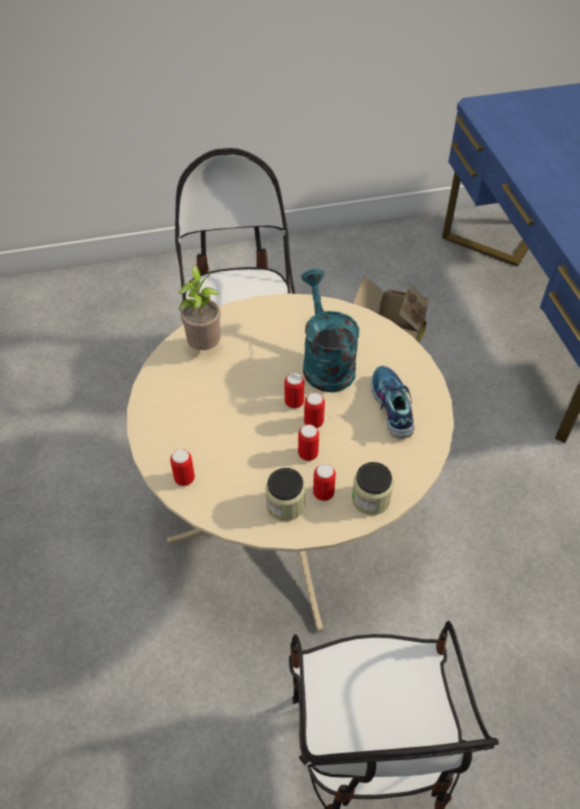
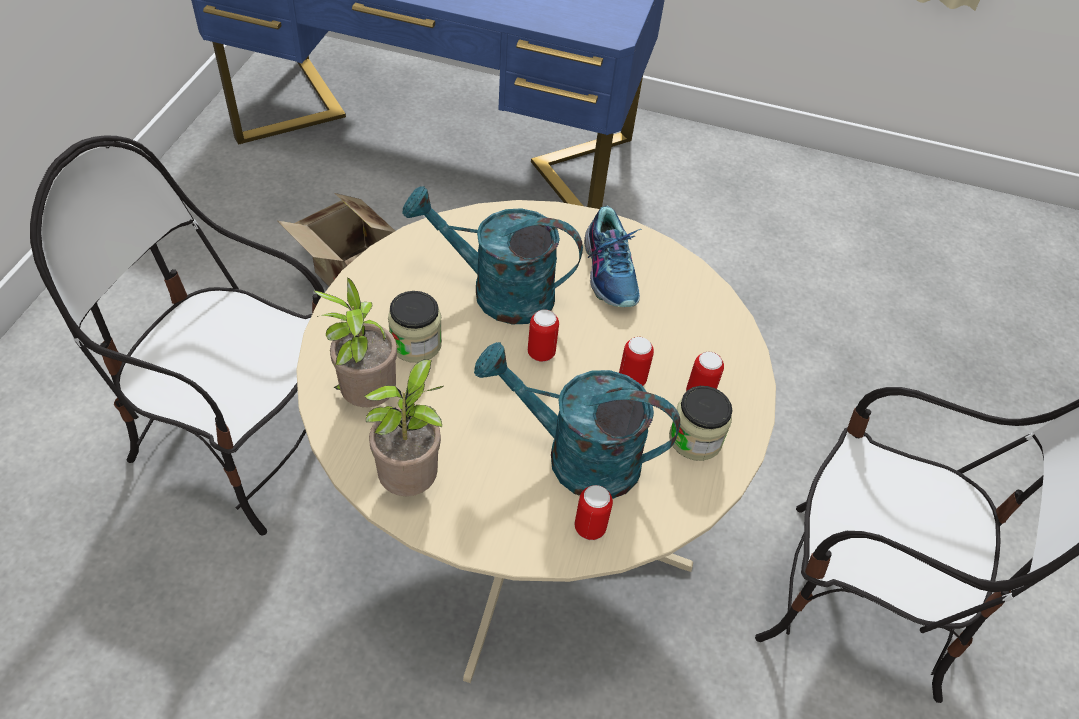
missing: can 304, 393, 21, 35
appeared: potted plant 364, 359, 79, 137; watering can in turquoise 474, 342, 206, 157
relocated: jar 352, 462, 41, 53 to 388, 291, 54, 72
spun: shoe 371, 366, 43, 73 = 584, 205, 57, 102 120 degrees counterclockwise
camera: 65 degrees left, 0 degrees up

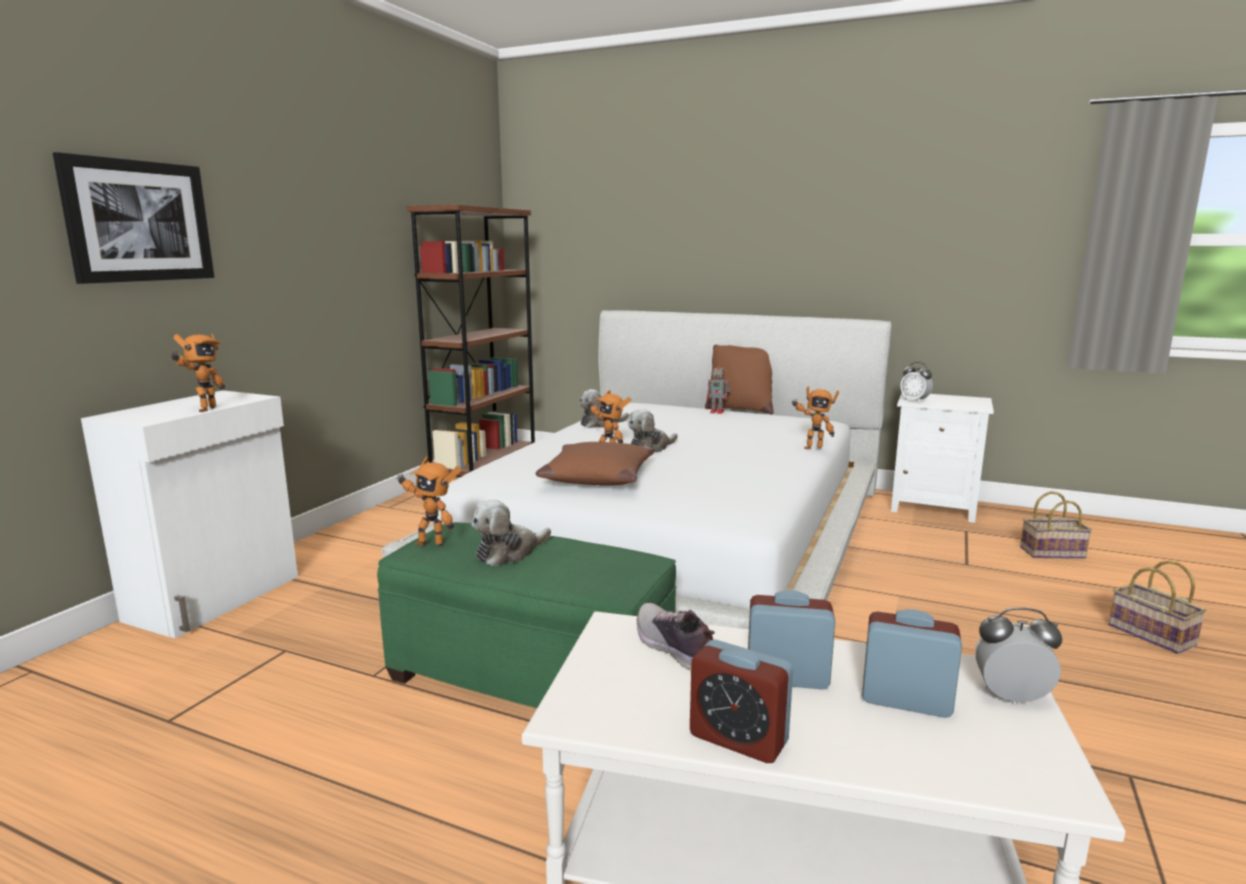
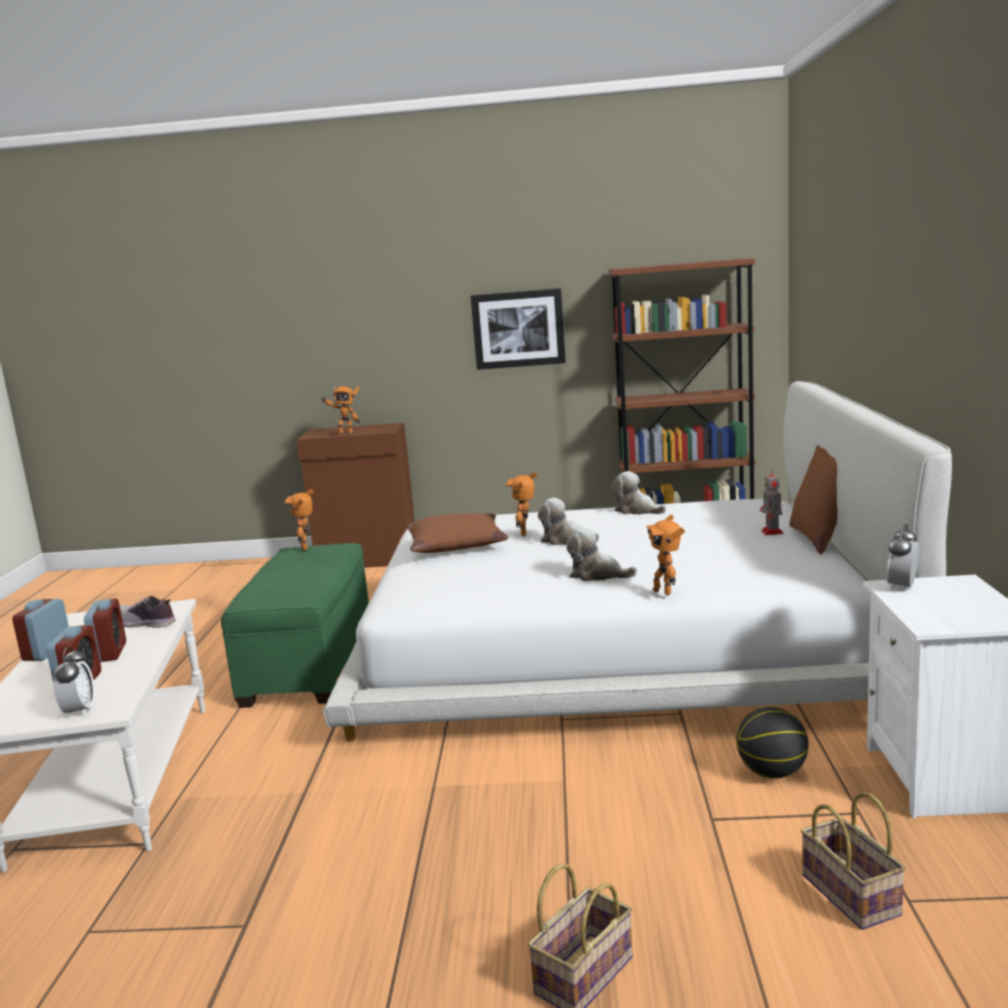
appeared: basketball 736, 707, 72, 71
relocated: picture 53, 152, 161, 132 to 471, 288, 95, 82; plush toy 472, 499, 79, 67 to 566, 527, 71, 54
colour: cabinet in white 81, 390, 217, 248 to cabinet in brown 296, 423, 119, 145
spun: shoe 637, 603, 78, 67 = 120, 596, 55, 32 105 degrees counterclockwise
camera: 70 degrees right, 0 degrees up

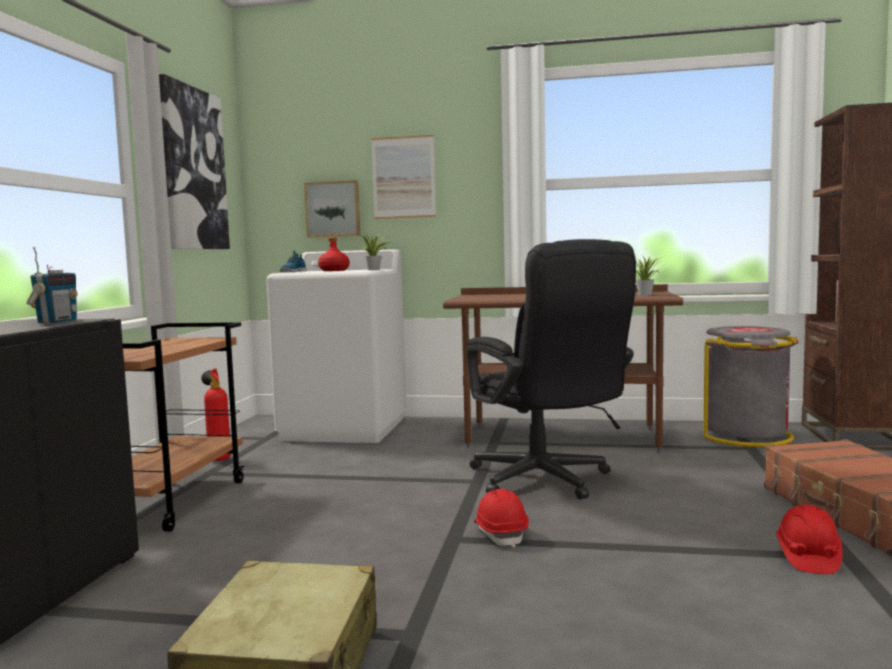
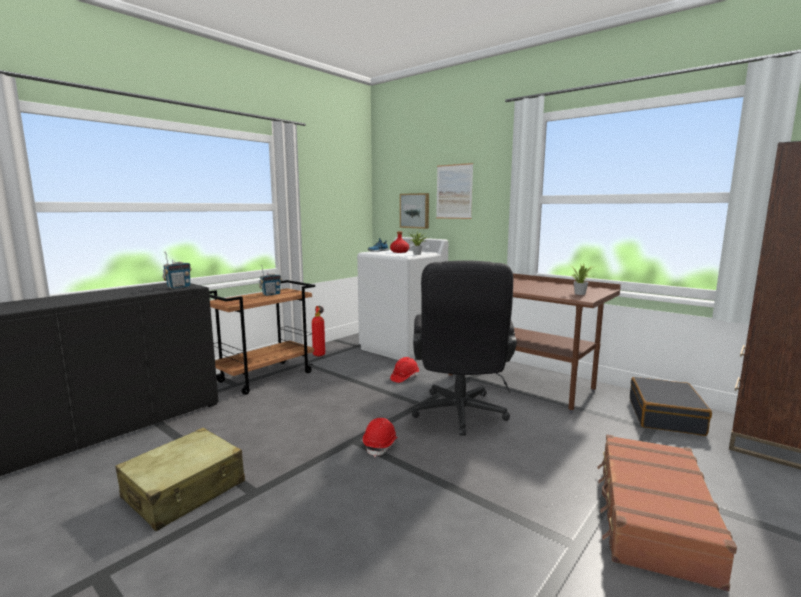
missing: picture 159, 74, 71, 175
appeared: radio 259, 265, 23, 31
relocated: hard hat in red 776, 505, 67, 69 to 390, 357, 29, 26
exchanged: trash can in grey 703, 326, 96, 121 to suitcase in black 630, 377, 82, 59
camera: 30 degrees right, 5 degrees up

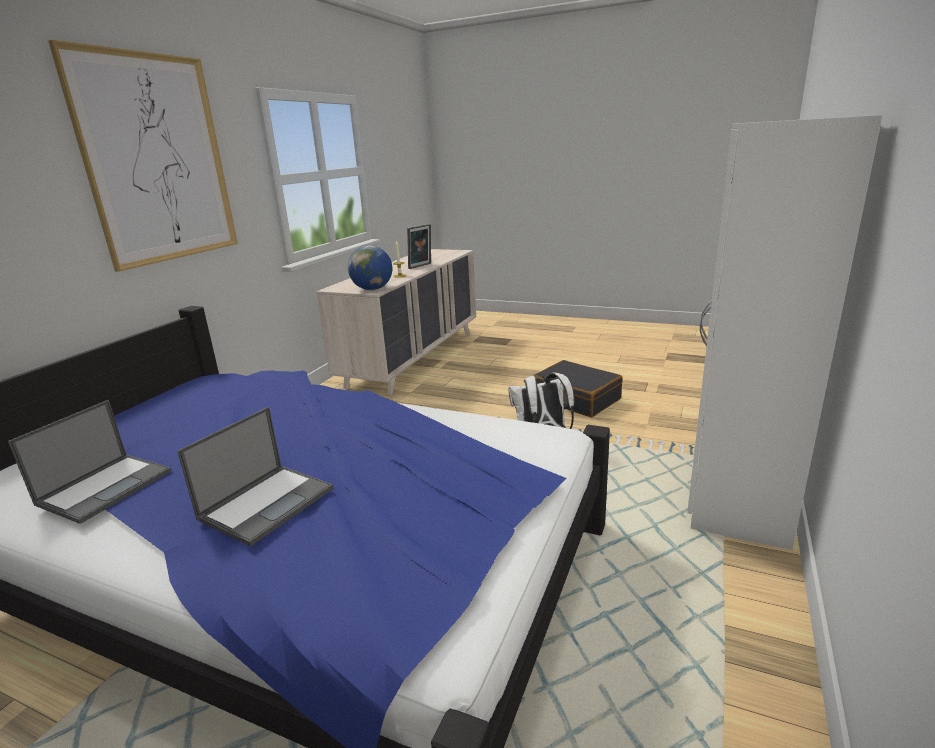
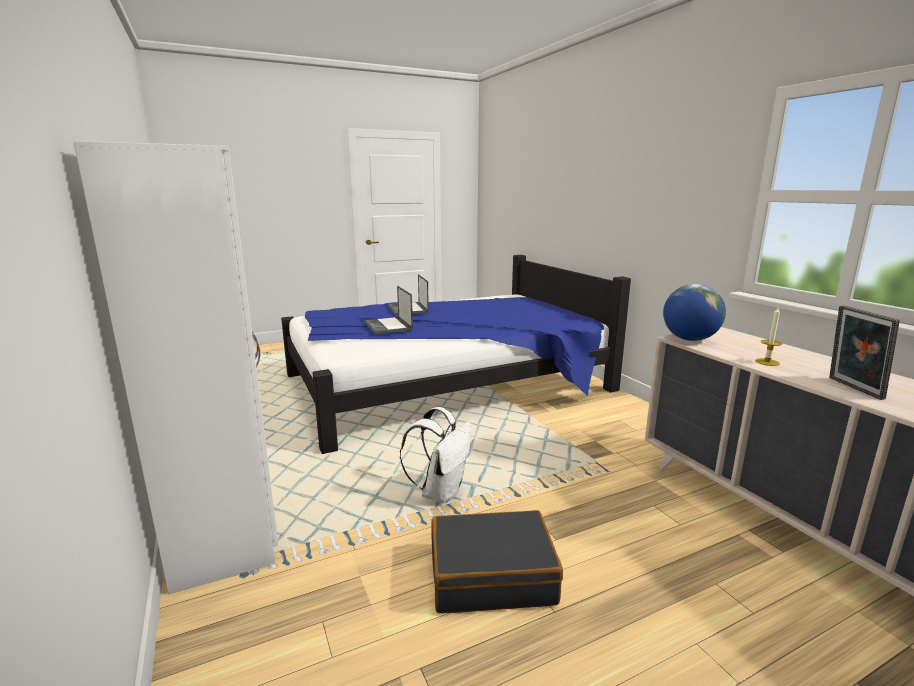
missing: picture 48, 40, 190, 232
relocated: laptop 8, 400, 164, 124 to 364, 286, 49, 48
camera: 130 degrees right, 5 degrees down

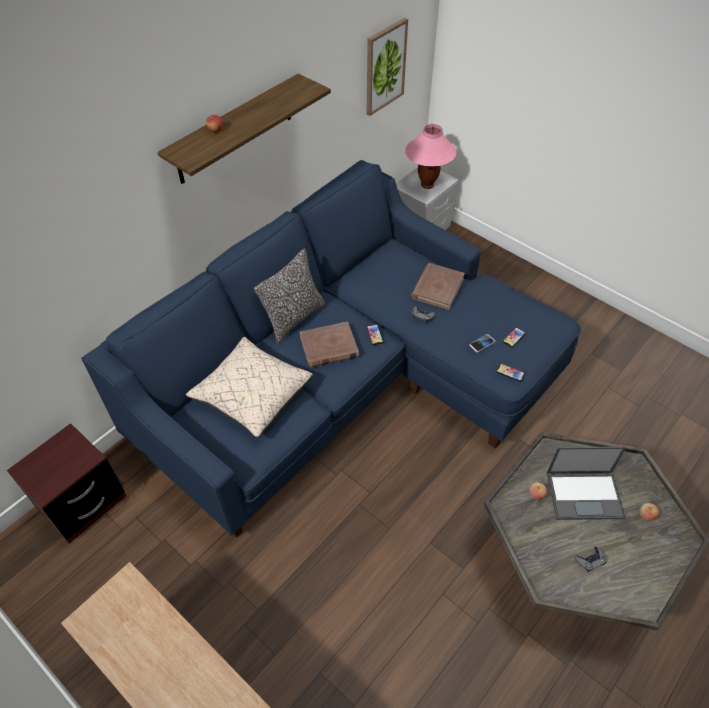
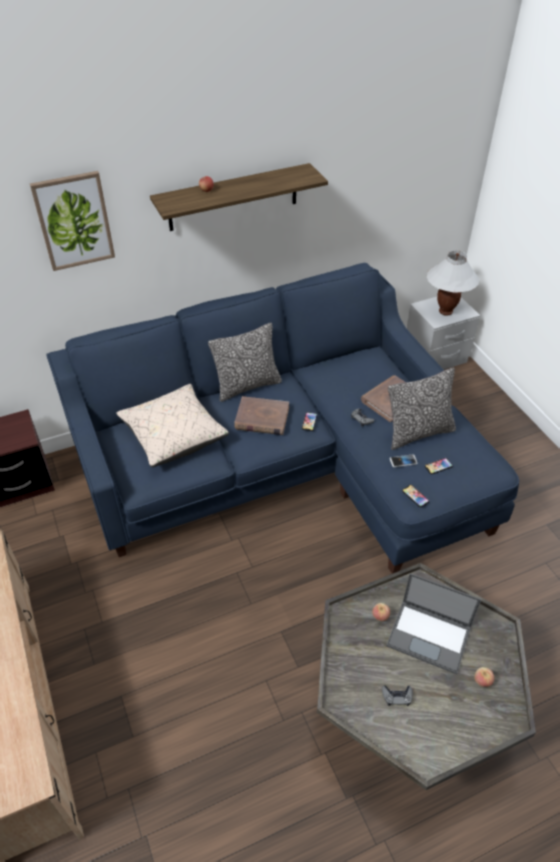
appeared: pillow 388, 368, 68, 82
relocated: picture 366, 18, 42, 98 to 30, 171, 85, 100
colour: table lamp in pink 405, 124, 51, 65 to table lamp in white 427, 250, 52, 66
camera: 25 degrees right, 5 degrees down

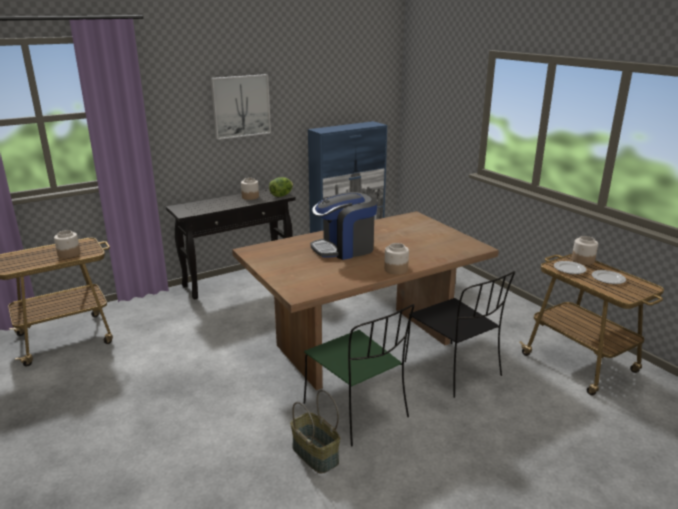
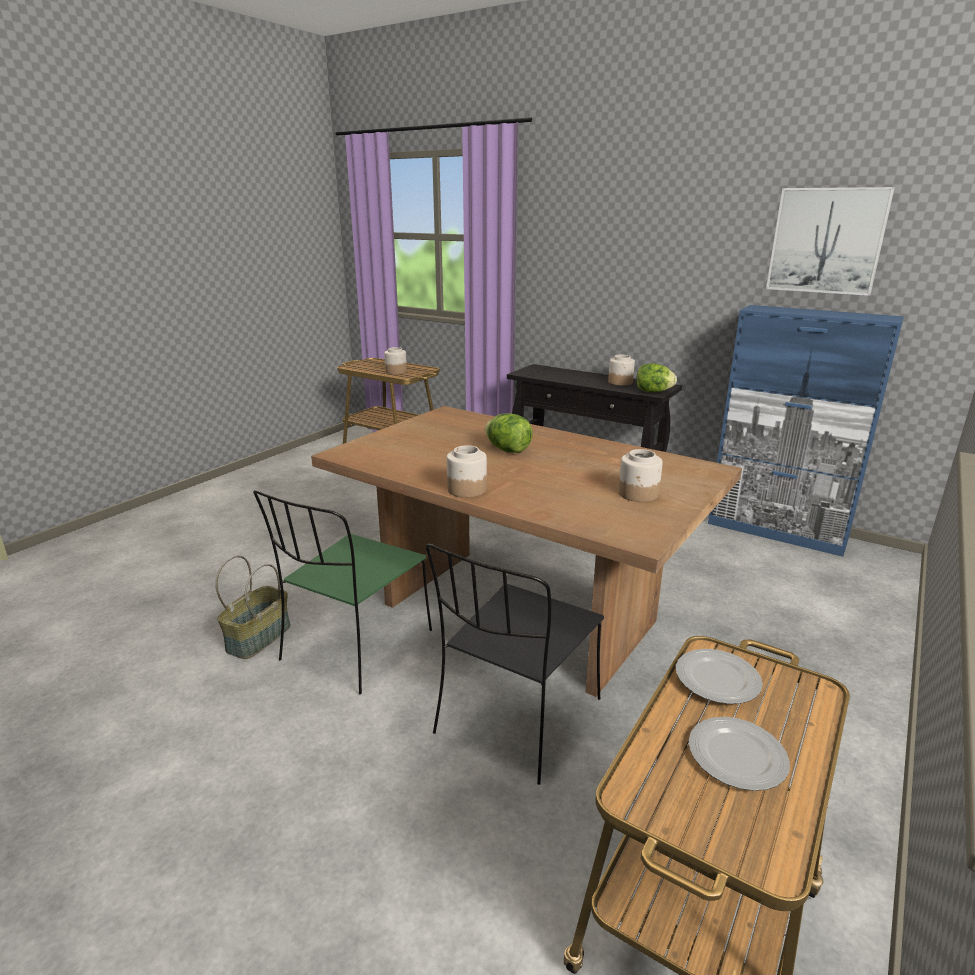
relocated: jar 572, 236, 26, 29 to 618, 449, 45, 53; picture 211, 74, 60, 66 to 766, 187, 129, 109
exchanged: coffee machine 310, 192, 67, 68 to lettuce 485, 413, 48, 40
camera: 65 degrees right, 0 degrees up

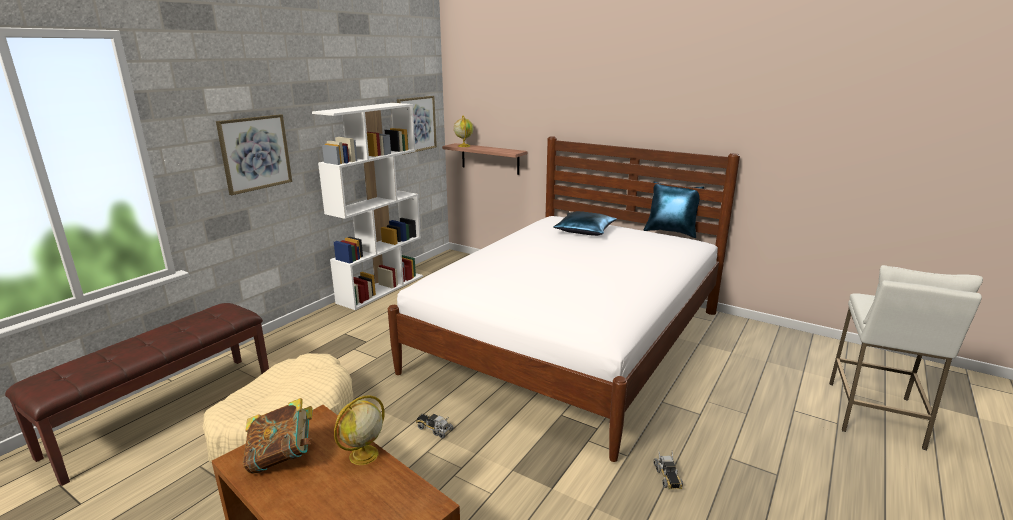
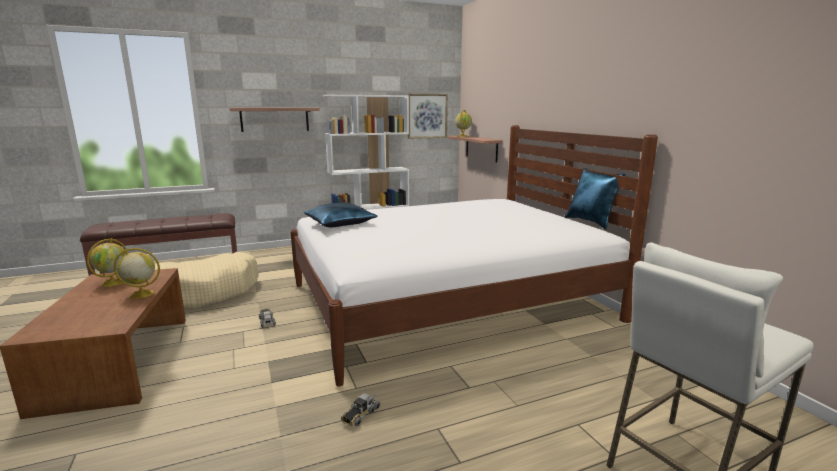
relocated: pillow in blue 553, 211, 64, 25 to 304, 202, 74, 25
exchanged: book 243, 398, 70, 76 to globe 87, 238, 39, 49; picture 216, 114, 76, 81 to shelf 229, 108, 91, 24
camera: 35 degrees right, 5 degrees down

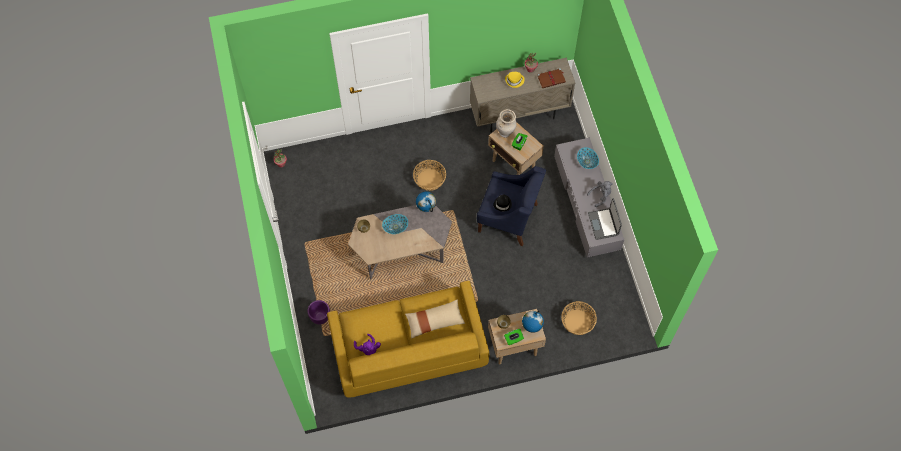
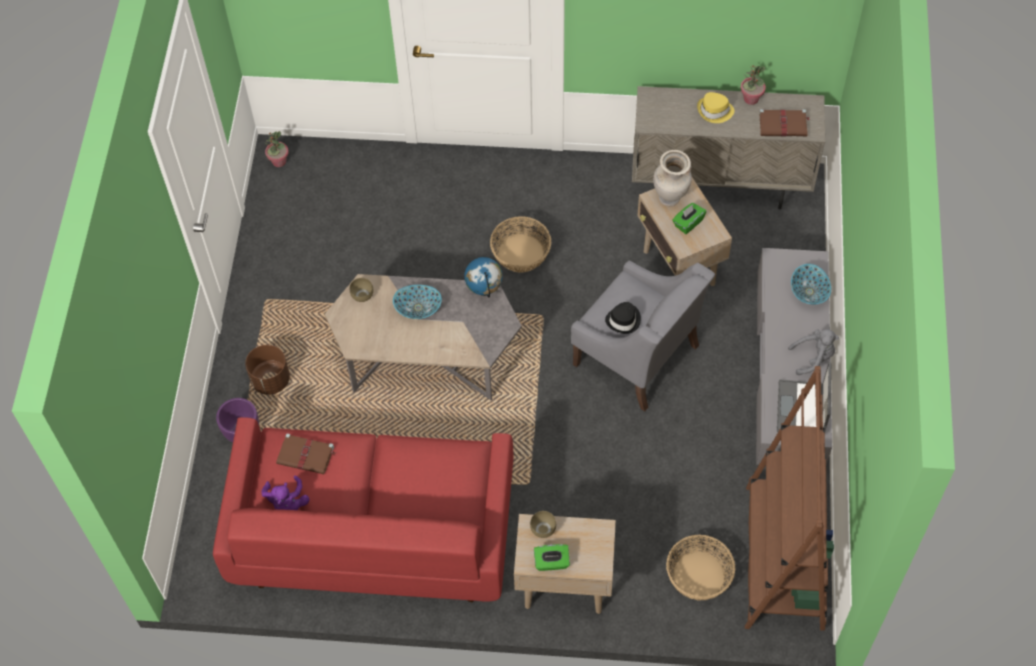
missing: pillow in beige 405, 299, 60, 40; globe 522, 311, 22, 22
appeared: planter in brown 245, 345, 45, 50; book in brown 276, 433, 60, 41; bookcase in brown 745, 366, 89, 264
colour: sofa in yellow 327, 281, 162, 117 to sofa in red 213, 417, 301, 185; armchair in blue 477, 166, 69, 80 to armchair in grey 571, 261, 144, 150
camera: 20 degrees right, 5 degrees down

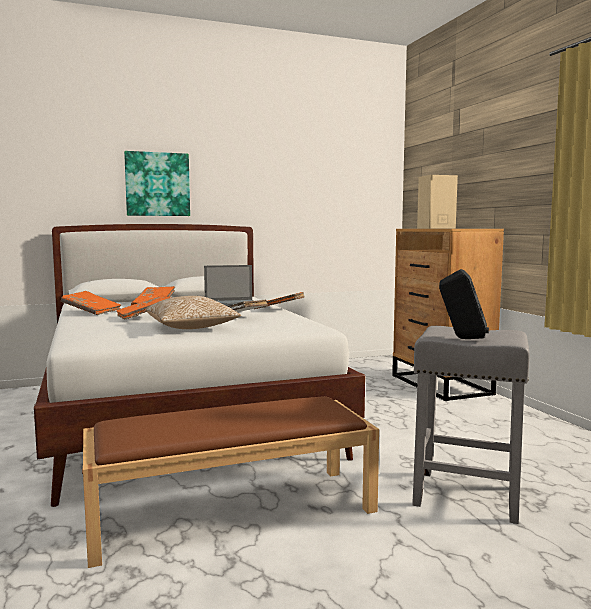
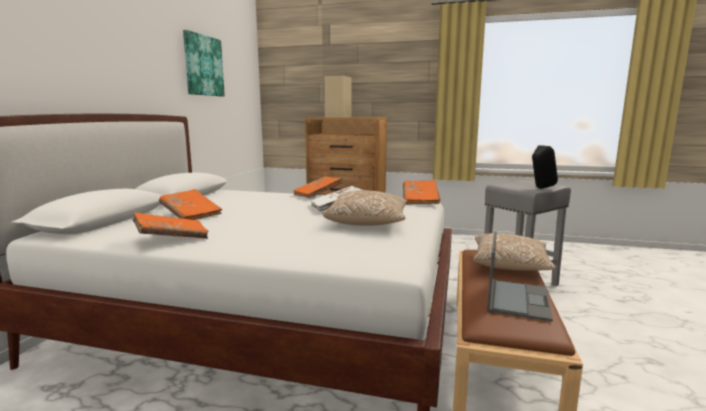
appeared: pillow 473, 233, 83, 38
relocated: picture 124, 151, 66, 65 to 183, 30, 42, 67; book in orange 116, 295, 56, 24 to 403, 180, 38, 25; laptop 204, 265, 49, 41 to 487, 231, 66, 91
camera: 55 degrees left, 5 degrees up

